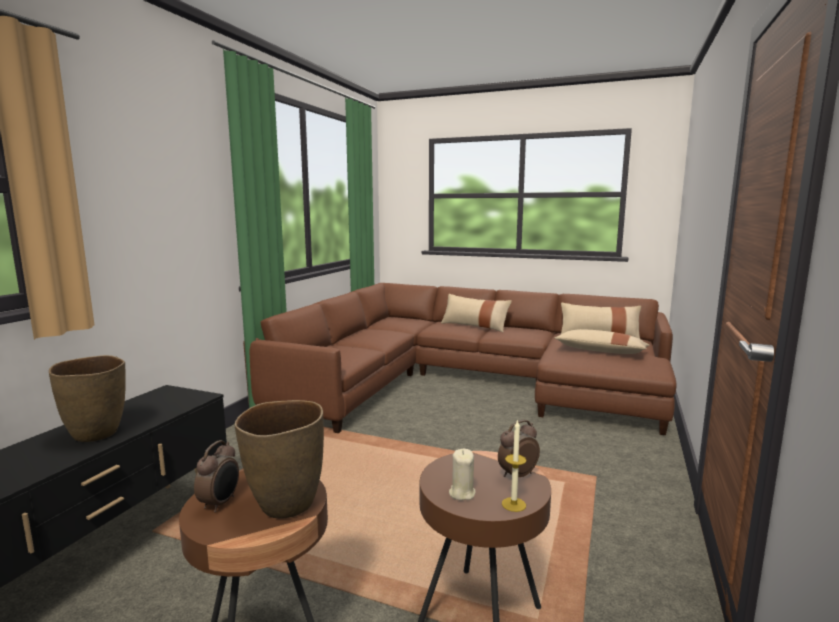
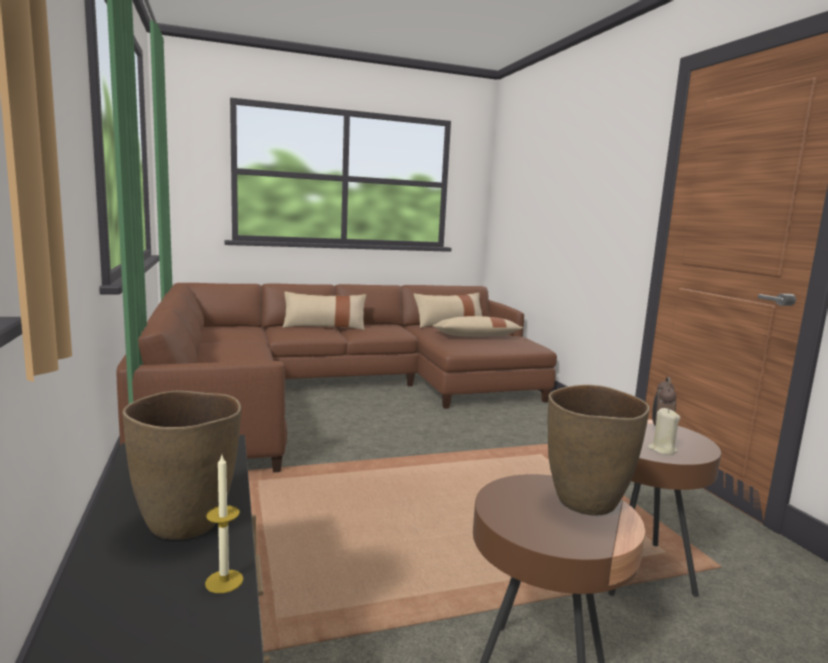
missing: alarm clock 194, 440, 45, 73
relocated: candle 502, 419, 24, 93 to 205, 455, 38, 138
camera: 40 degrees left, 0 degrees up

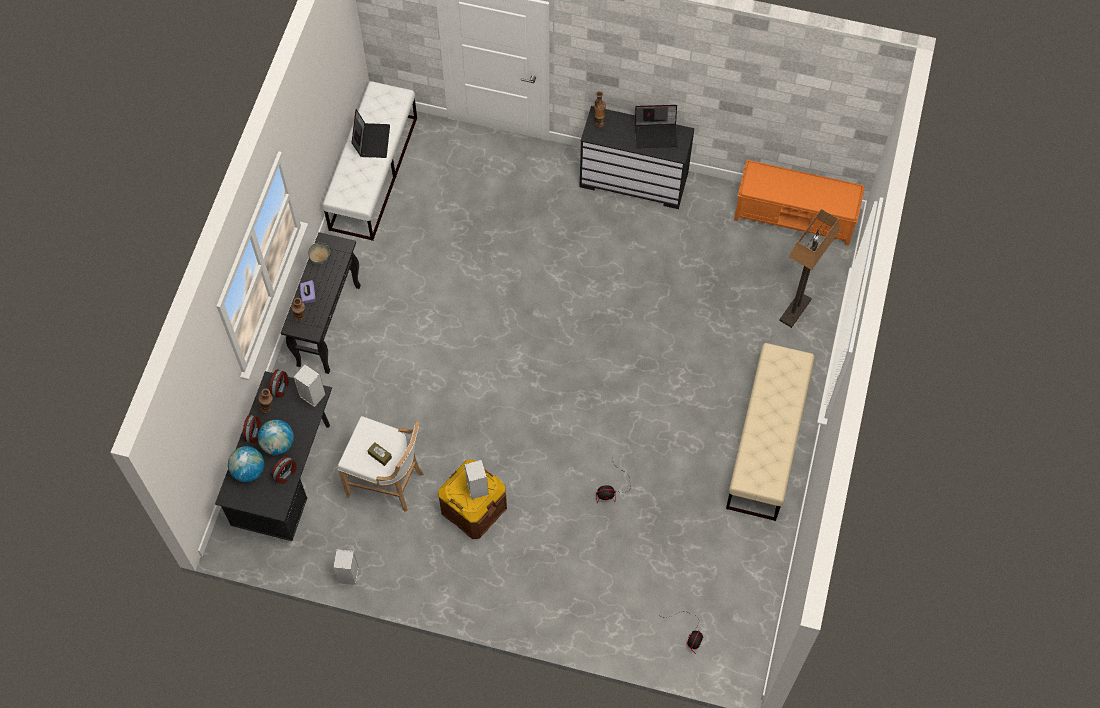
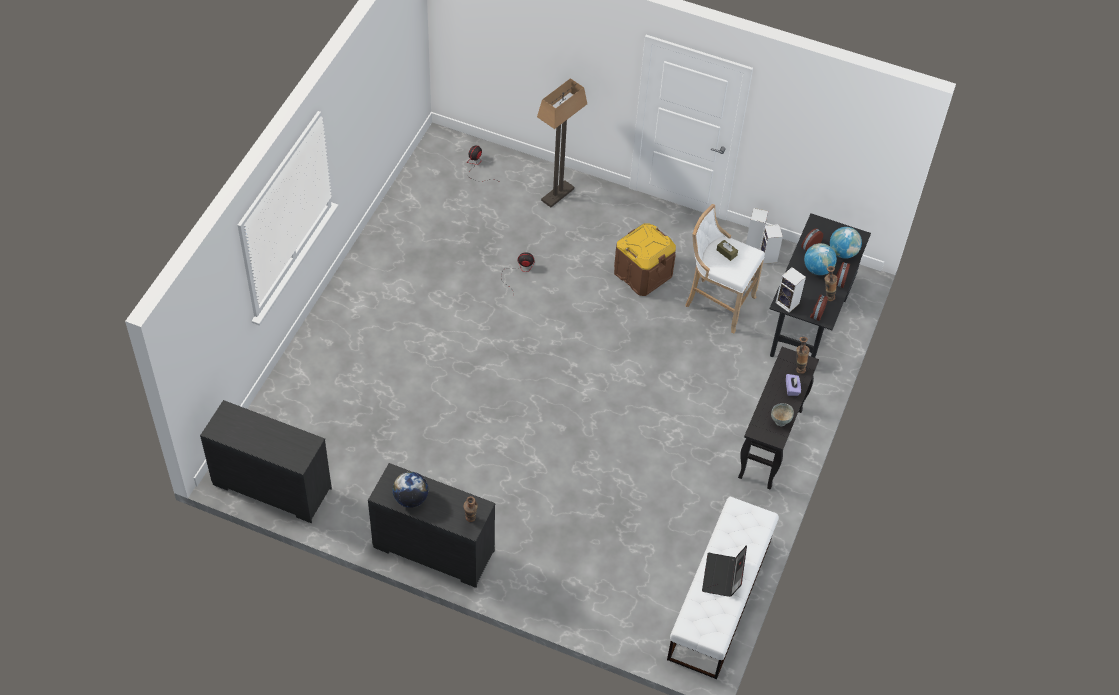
missing: bench in beige 726, 343, 89, 178
relocated: floor lamp 779, 209, 60, 119 to 537, 78, 50, 129; speaker 464, 460, 25, 39 to 759, 224, 24, 40
exchanged: bench in orange 734, 160, 131, 86 to dresser in black 200, 400, 132, 123; laptop 635, 105, 43, 43 to globe 392, 472, 36, 36
camera: 175 degrees left, 10 degrees down

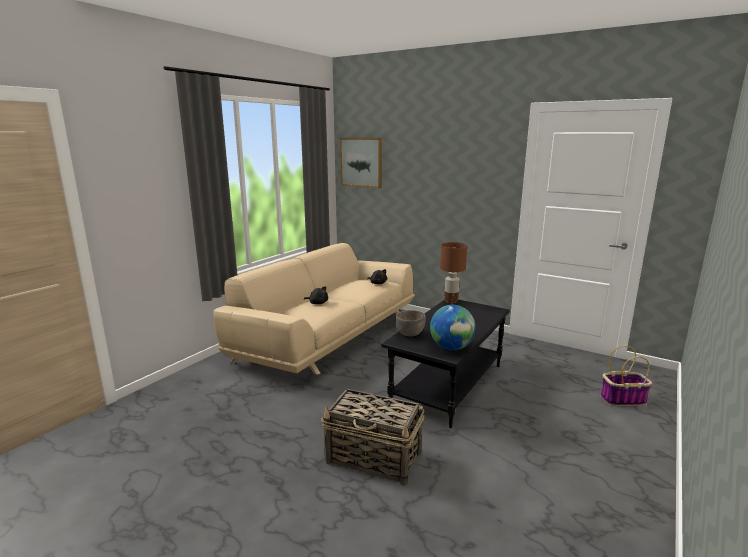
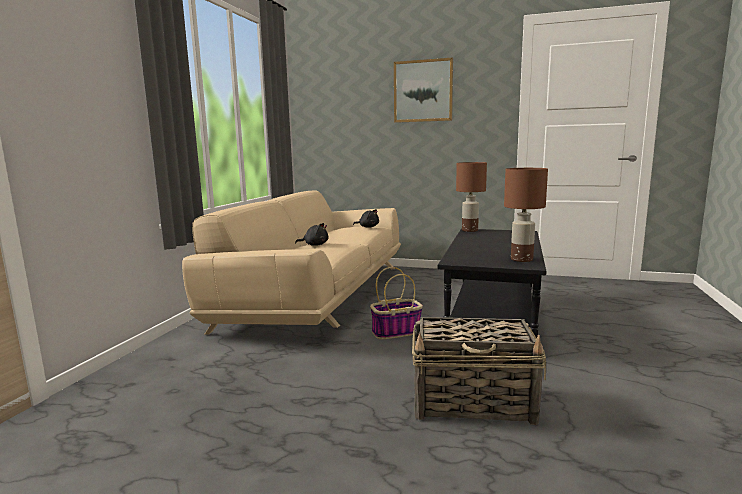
missing: bowl in grey 395, 310, 31, 27
relocated: basket 600, 345, 52, 61 to 370, 267, 53, 72; picture 340, 138, 42, 50 to 394, 57, 59, 66
exchanged: globe 430, 305, 46, 45 to table lamp in brown 504, 168, 44, 94
camera: 15 degrees left, 5 degrees down

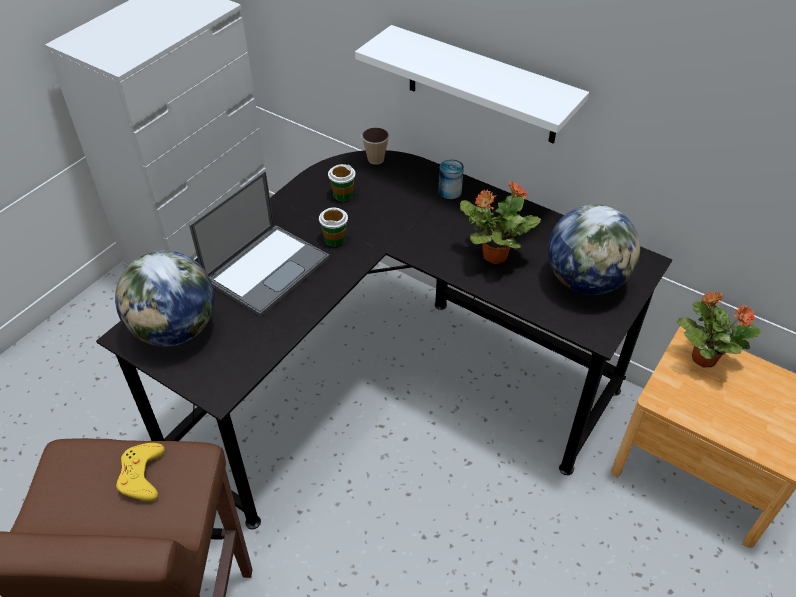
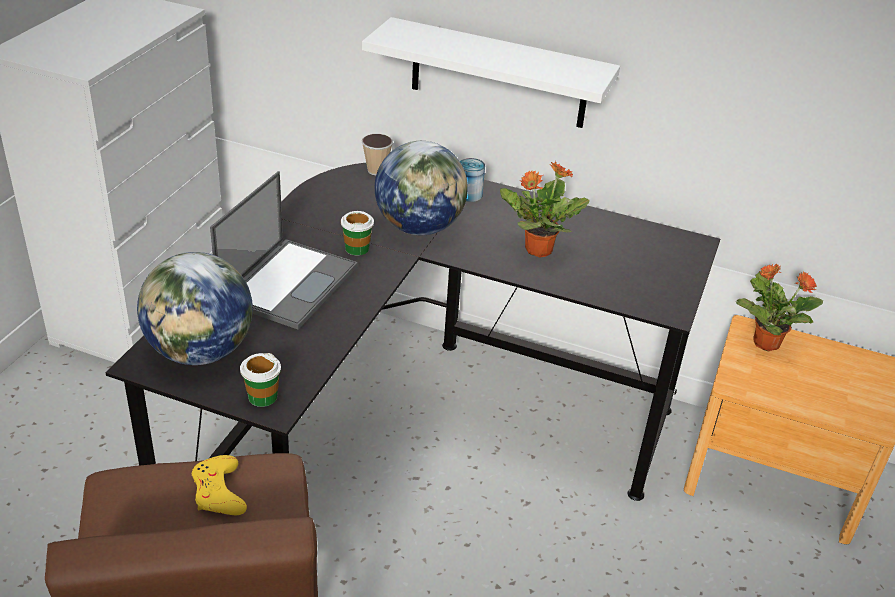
relocated: cup 328, 164, 27, 37 to 240, 353, 41, 54; globe 548, 204, 92, 91 to 375, 141, 93, 94
camera: 15 degrees left, 10 degrees down

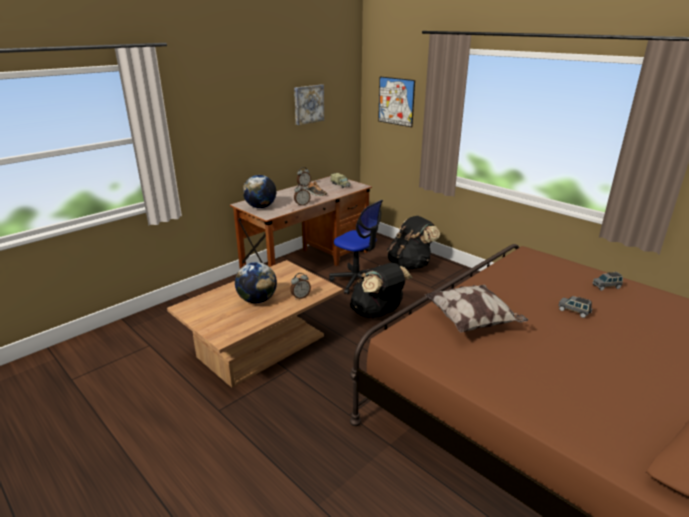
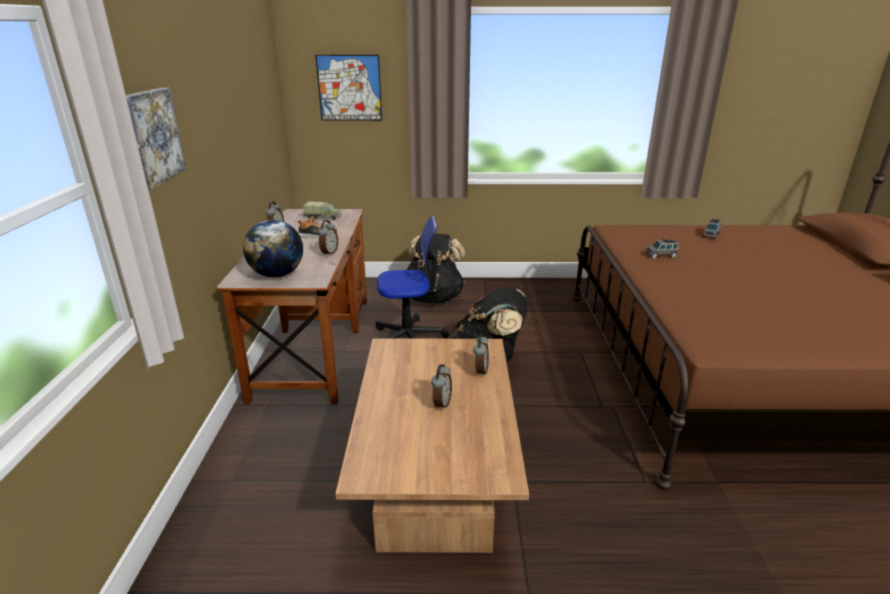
missing: pillow 425, 285, 103, 48
relocated: picture 294, 85, 30, 40 to 126, 88, 61, 103; toy car in grey 559, 296, 33, 22 to 646, 239, 33, 19
exchanged: globe 235, 262, 42, 41 to alarm clock 431, 364, 21, 47
camera: 45 degrees left, 0 degrees up

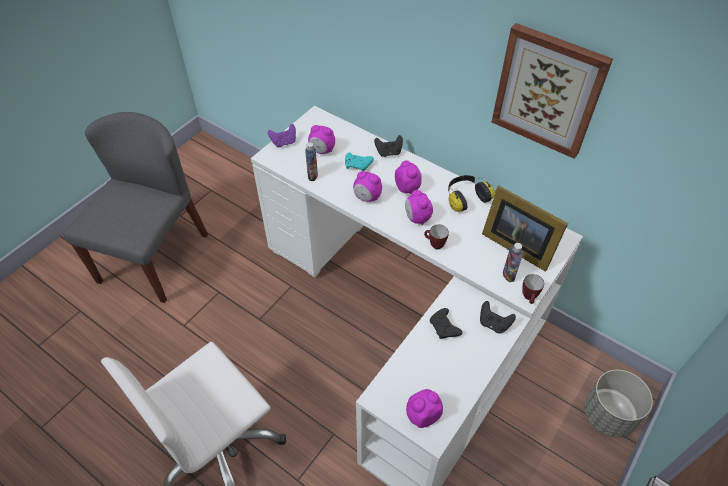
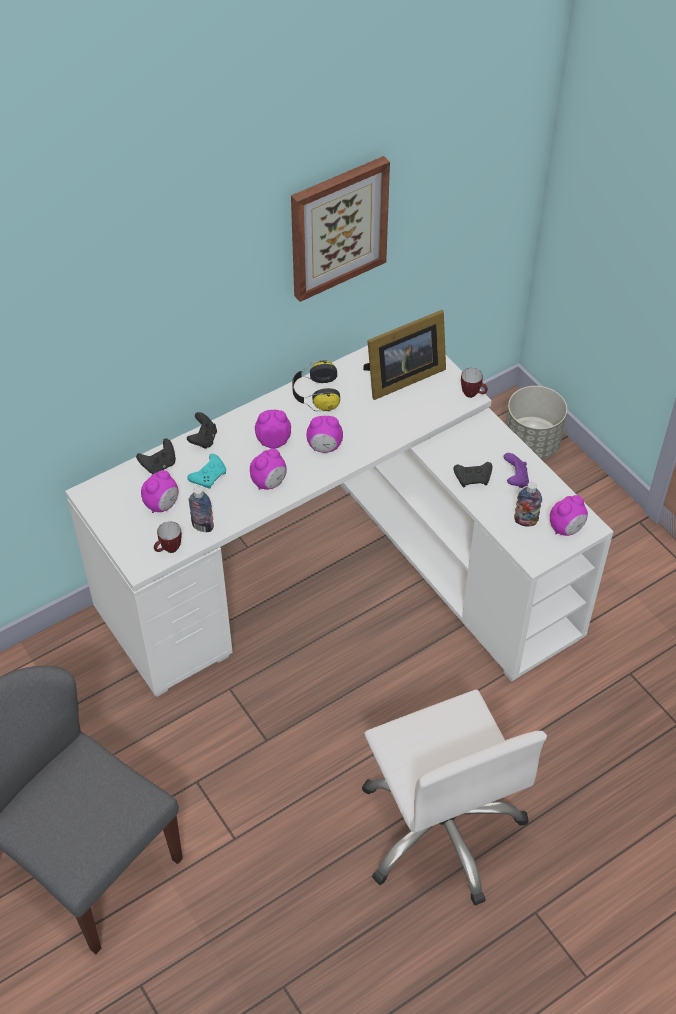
relocated: game controller in black 480, 301, 36, 33 to 136, 439, 40, 35; mug 424, 224, 25, 26 to 154, 521, 28, 32; game controller in purple 268, 124, 28, 23 to 504, 453, 25, 35; bottle 503, 243, 20, 39 to 514, 482, 28, 45
spun: alarm clock 406, 389, 37, 39 = 550, 495, 38, 41 120 degrees counterclockwise
camera: 70 degrees left, 0 degrees up

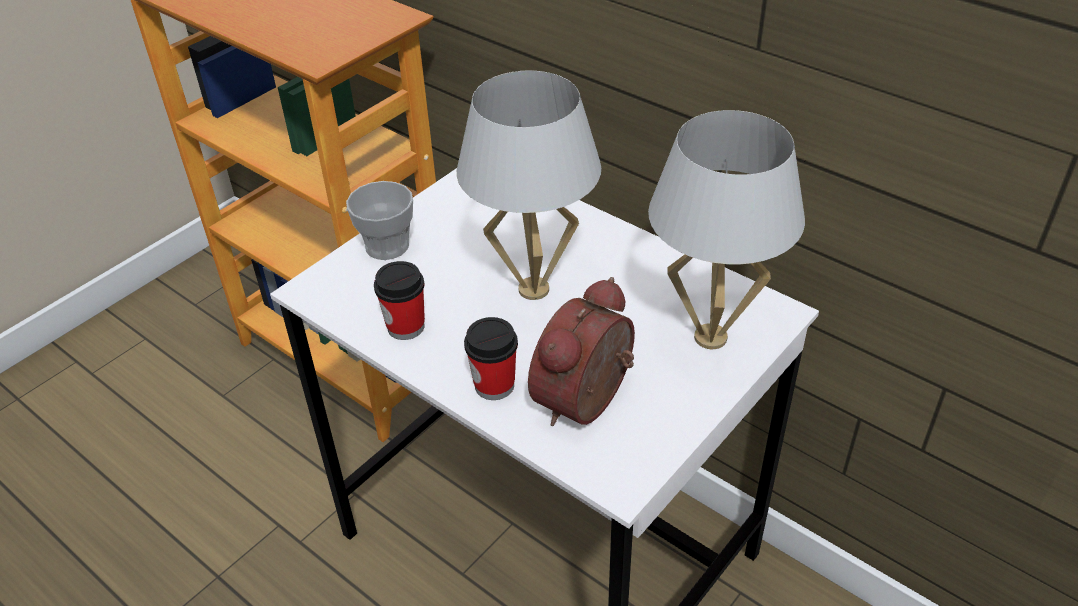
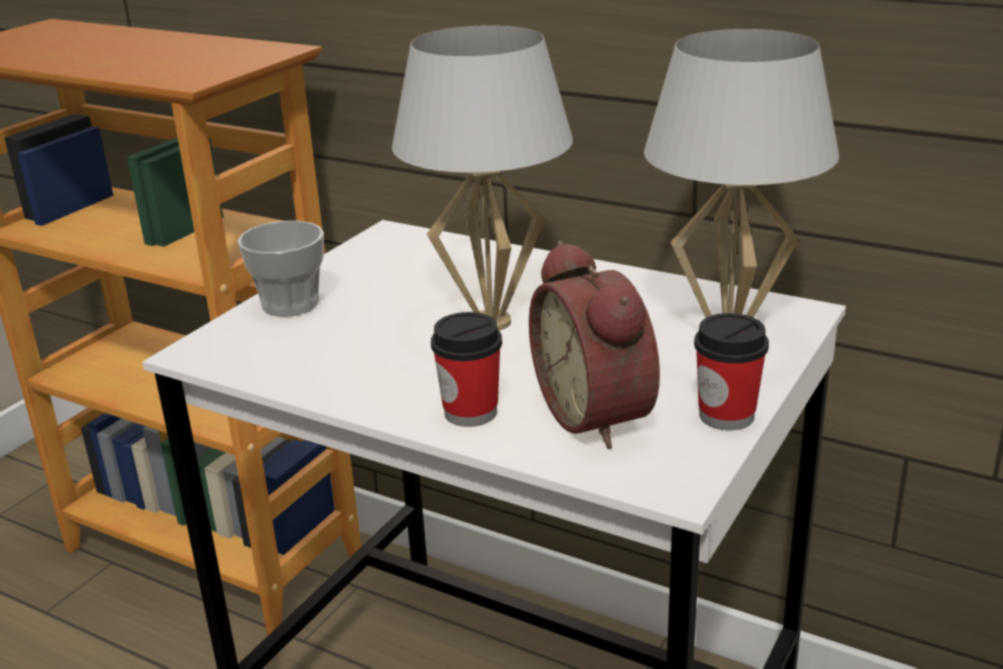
relocated: cup 374, 261, 51, 79 to 694, 313, 75, 117
spun: alarm clock 528, 277, 107, 149 = 529, 241, 131, 208 45 degrees counterclockwise
camera: 10 degrees left, 15 degrees down

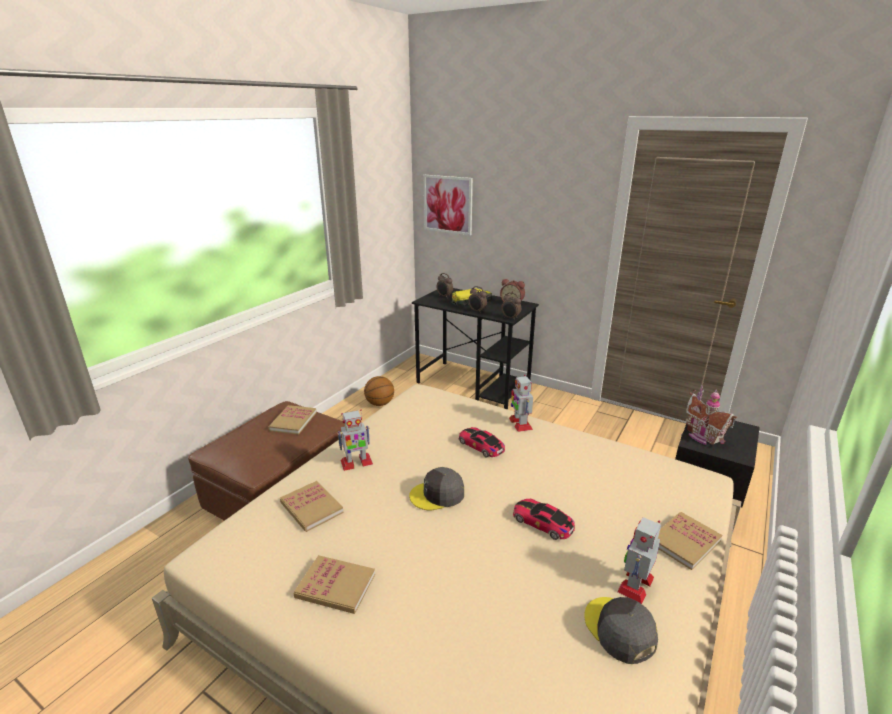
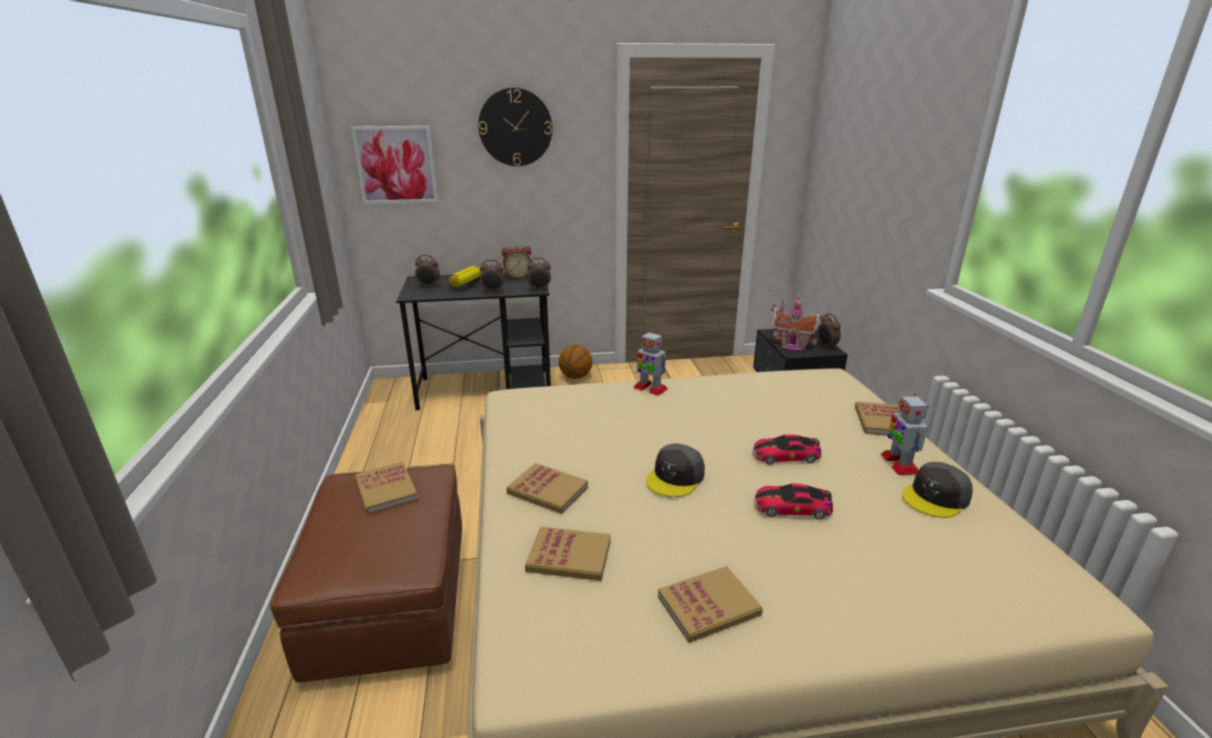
appeared: wall clock 478, 88, 74, 78; alarm clock 817, 314, 24, 35
relocated: basketball 364, 376, 30, 30 to 559, 345, 33, 34; toy car 459, 427, 46, 31 to 754, 484, 79, 36
exchanged: toy robot 337, 410, 36, 61 to book 506, 463, 82, 51
spun: cap in grey 584, 597, 74, 67 = 902, 462, 71, 56 60 degrees counterclockwise
camera: 40 degrees left, 0 degrees up

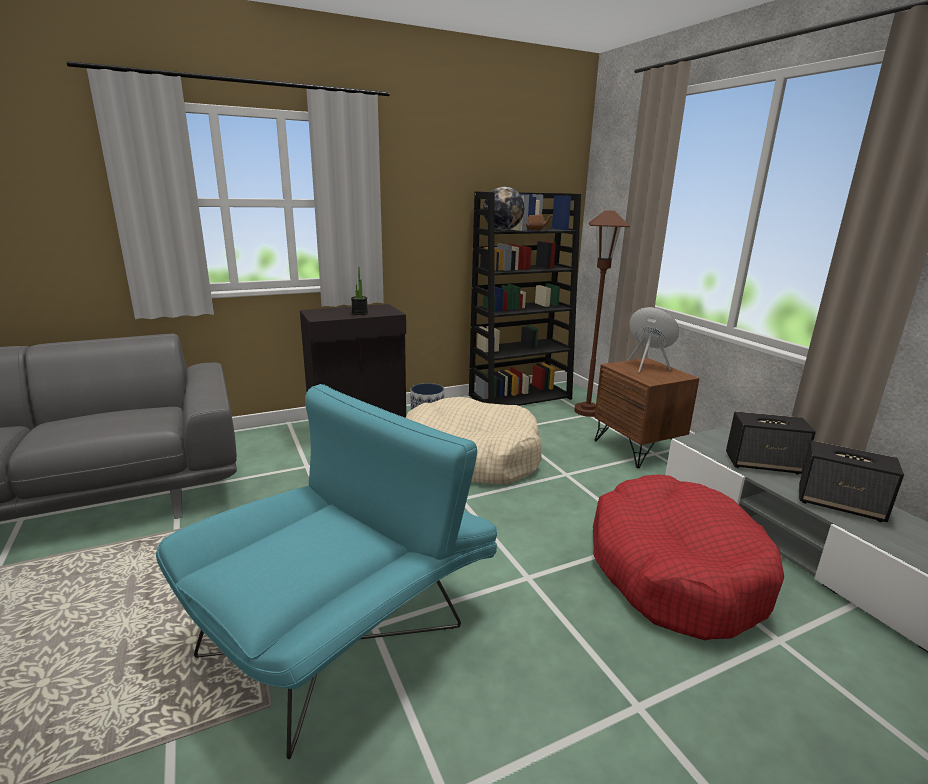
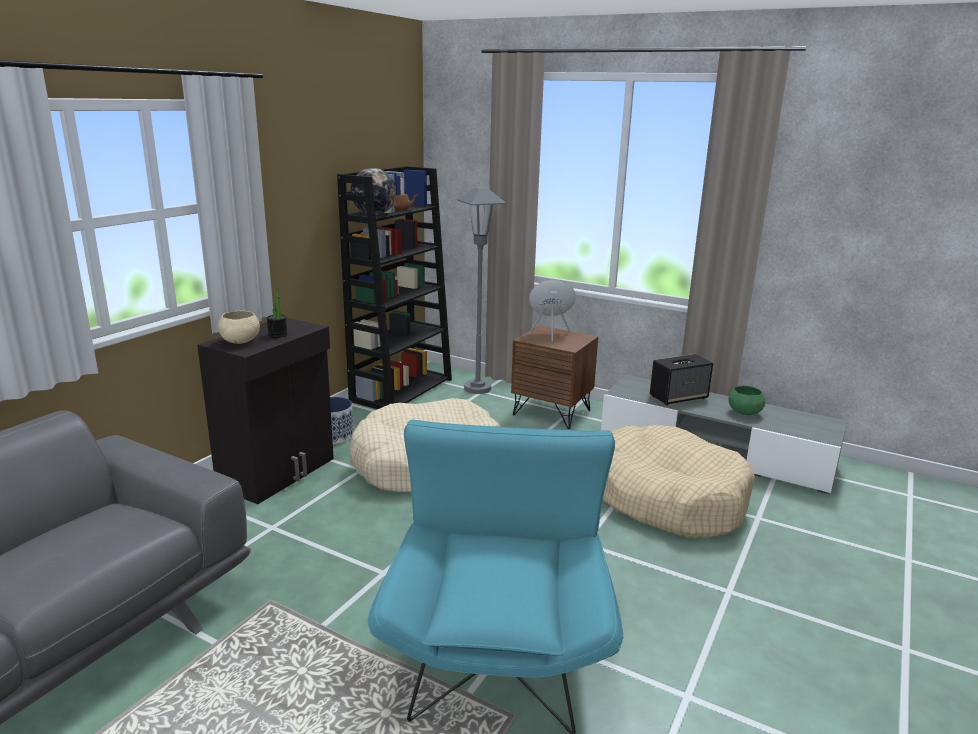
appeared: bowl in beige 218, 310, 42, 34
exchanged: speaker 799, 441, 105, 81 to bowl in green 729, 386, 36, 29
colour: floor lamp in brown 574, 210, 56, 207 to floor lamp in grey 457, 187, 49, 207; dog bed in red 593, 474, 191, 166 to dog bed in beige 603, 425, 152, 114
camera: 35 degrees left, 0 degrees up

